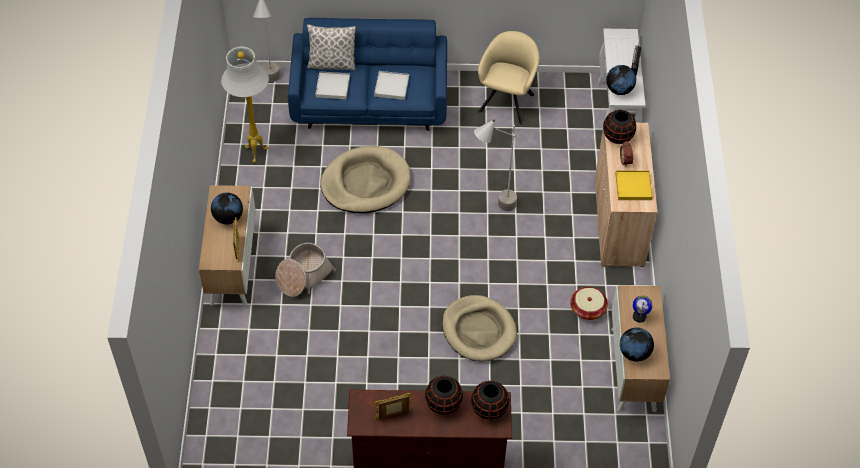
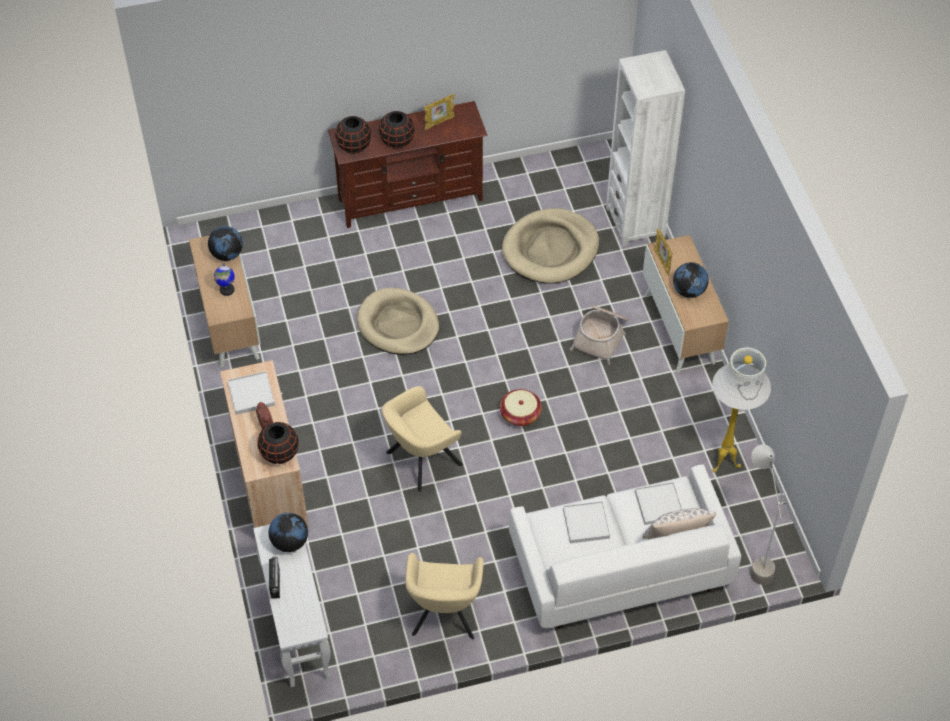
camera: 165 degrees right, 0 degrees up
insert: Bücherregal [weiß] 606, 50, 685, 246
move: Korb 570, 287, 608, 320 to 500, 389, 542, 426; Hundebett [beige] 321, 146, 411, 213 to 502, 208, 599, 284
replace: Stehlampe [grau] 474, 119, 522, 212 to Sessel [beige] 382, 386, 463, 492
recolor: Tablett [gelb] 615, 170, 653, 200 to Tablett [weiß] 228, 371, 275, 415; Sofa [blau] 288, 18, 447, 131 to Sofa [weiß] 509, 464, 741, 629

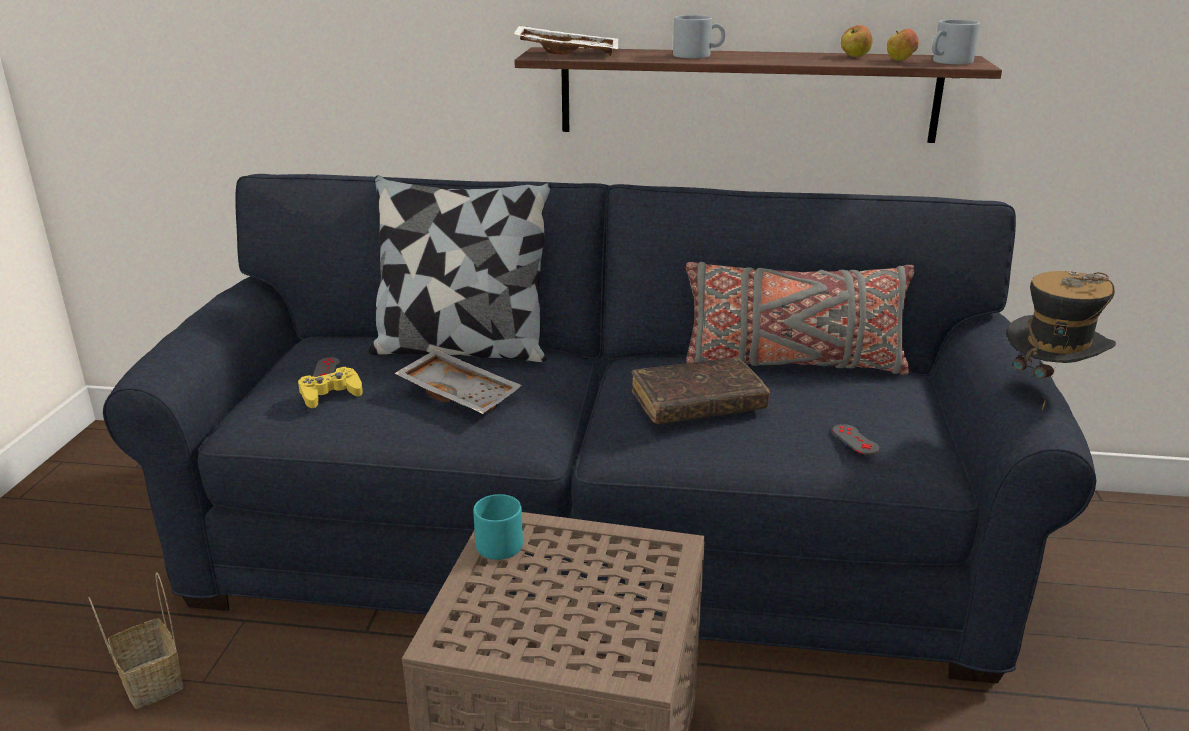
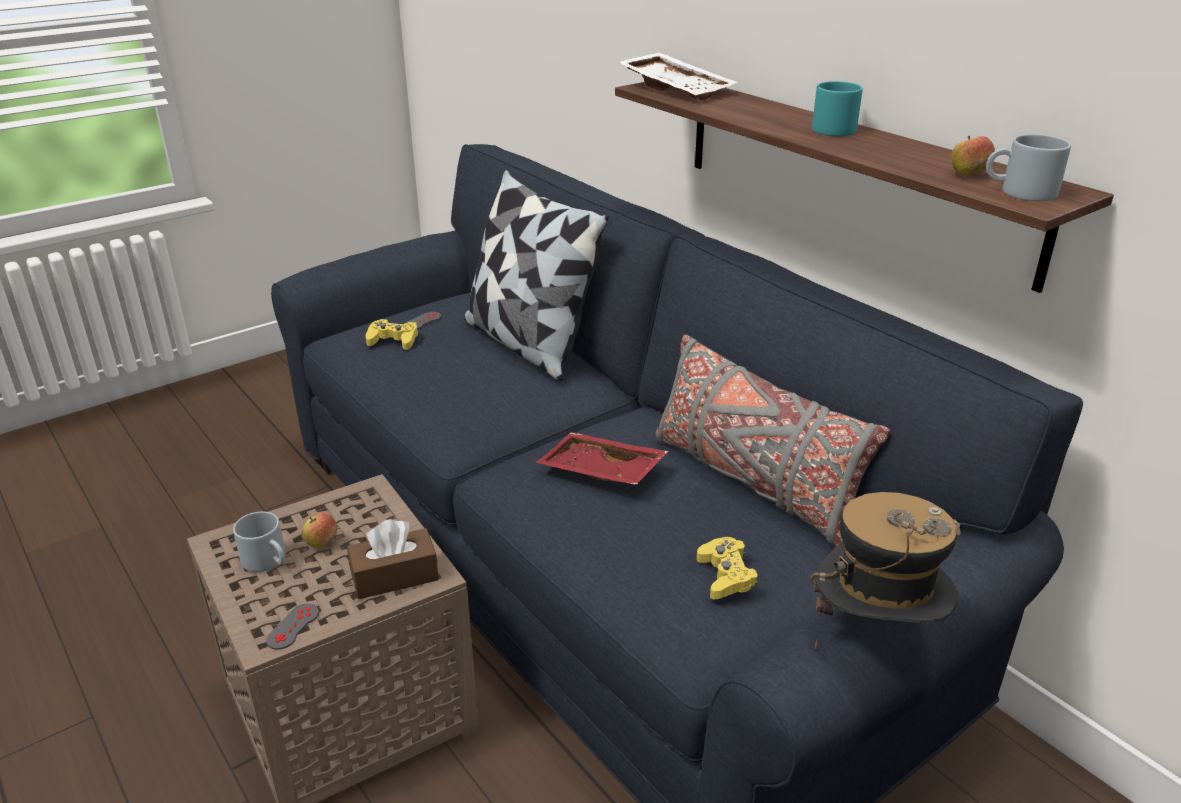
camera: 45 degrees right, 5 degrees up
delete: Korb 89, 572, 183, 709; Tablett [grau] 394, 349, 522, 414
insert: Taschentuchbox [braun] 347, 519, 439, 599; Gamepad [gelb] 697, 537, 758, 599
move: Henkelbecher [grau] 673, 15, 725, 58 to 233, 512, 286, 572; Gamepad [grau] 832, 424, 879, 455 to 266, 604, 319, 650; Apfel 841, 25, 873, 57 to 302, 512, 337, 548; Henkelbecher [türkis] 473, 494, 523, 560 to 812, 81, 863, 136
replace: Buch [braun] 631, 357, 770, 424 to Tablett [rot] 536, 433, 668, 485

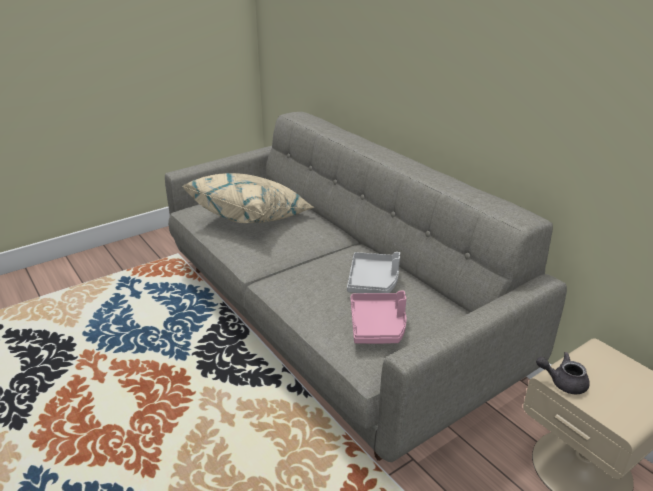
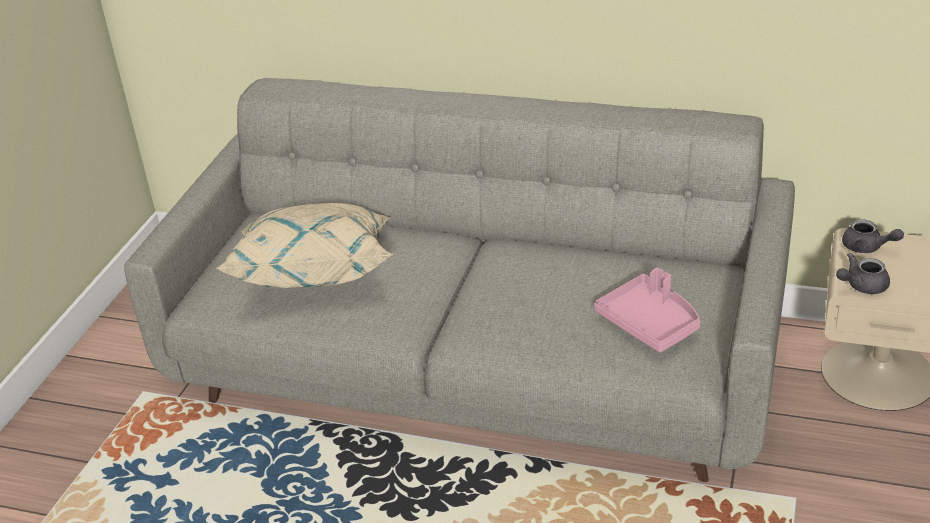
camera: 35 degrees left, 5 degrees up
delete: Tablett [grau] 347, 252, 400, 293
insert: Teekanne [grau] 842, 220, 904, 253

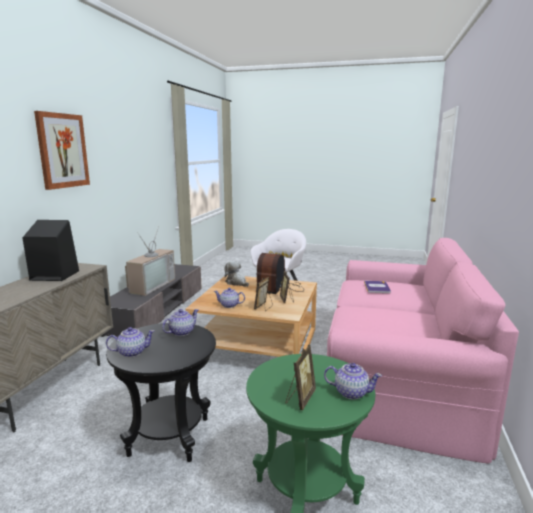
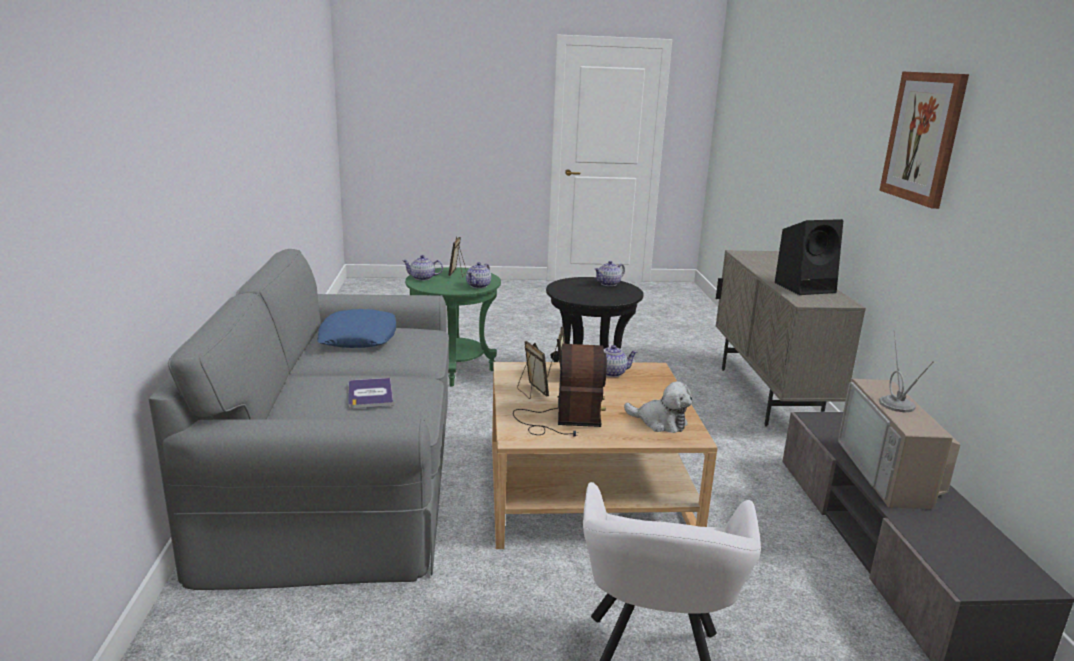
camera: 160 degrees right, 5 degrees up
insert: Kissen [blau] 317, 309, 396, 348
move: Teekanne 162, 309, 199, 336 to 466, 262, 491, 288
recolor: Sofa [rosa] 327, 238, 519, 464 to Sofa [grau] 149, 249, 449, 590

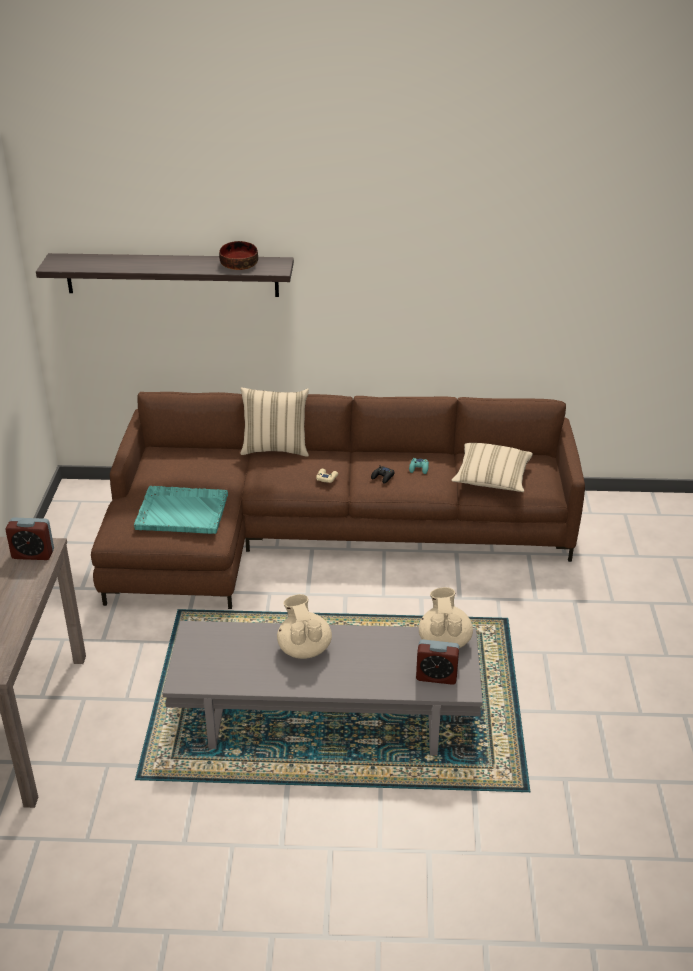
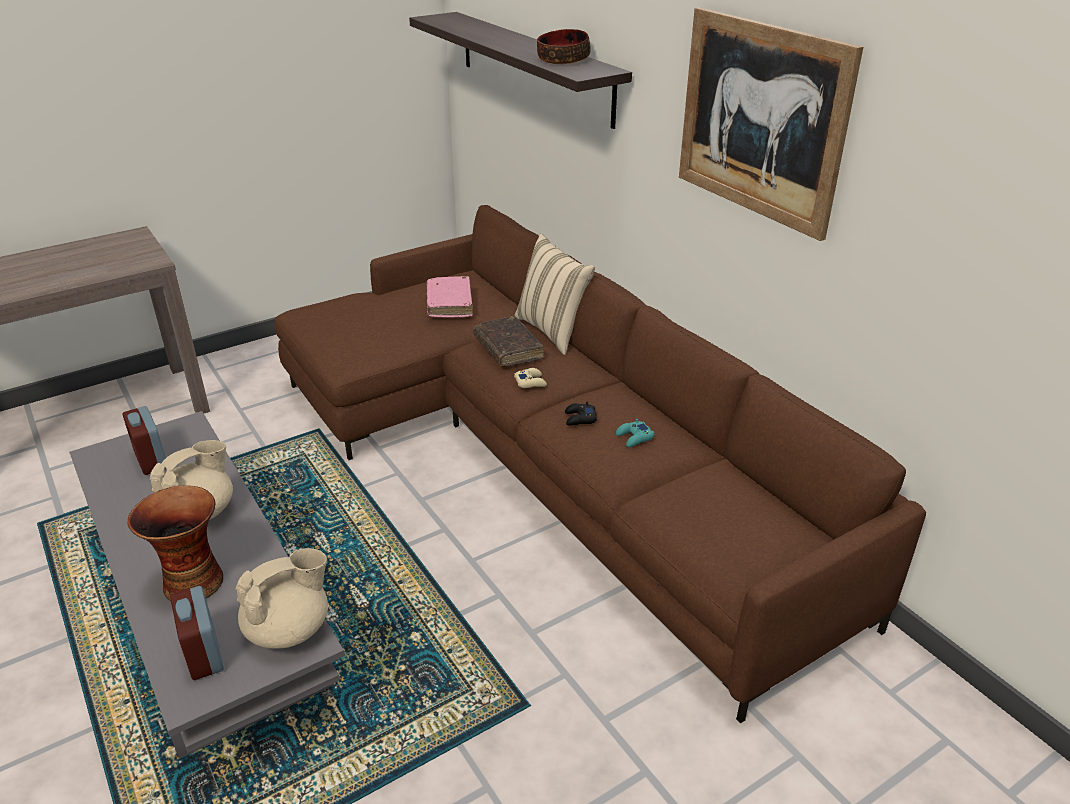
camera: 55 degrees right, 0 degrees up
delete: Tablett [türkis] 134, 486, 228, 534; Kissen [beige] 451, 443, 533, 492
insert: Vase 128, 485, 223, 601; Buch [rosa] 427, 276, 473, 317; Buch [braun] 473, 316, 544, 366; Bild 679, 7, 863, 241
move: Wecker 5, 517, 54, 560 to 122, 406, 167, 475

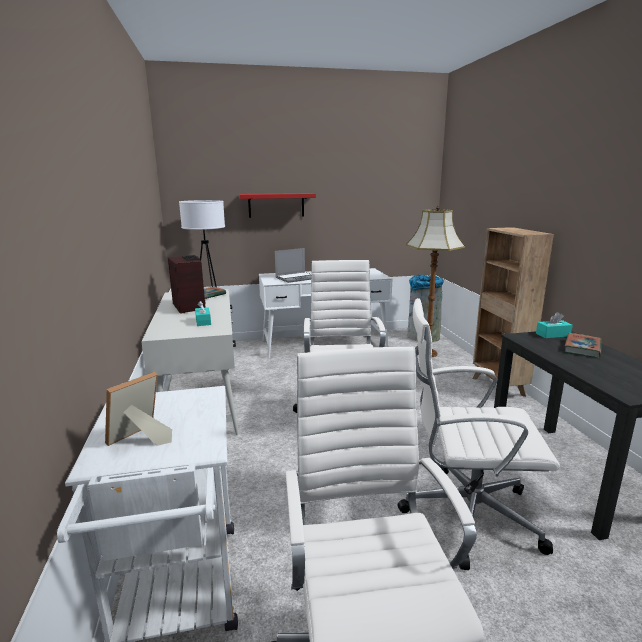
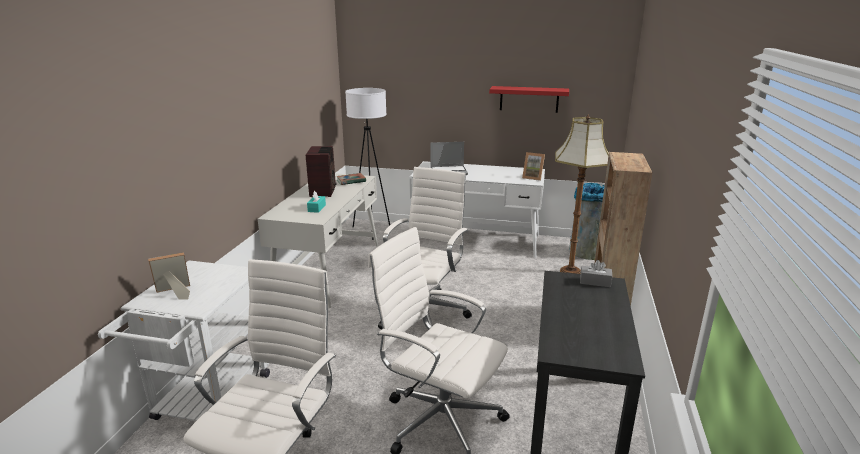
camera: 25 degrees right, 5 degrees up
delete: Buch 565, 333, 602, 357
insert: Bilderrahmen 522, 152, 545, 181
move: Wandregal [rot] 239, 193, 316, 218 to 489, 86, 569, 113
recolor: Taschentuchbox [türkis] 536, 312, 573, 338 to Taschentuchbox [grau] 580, 260, 612, 287

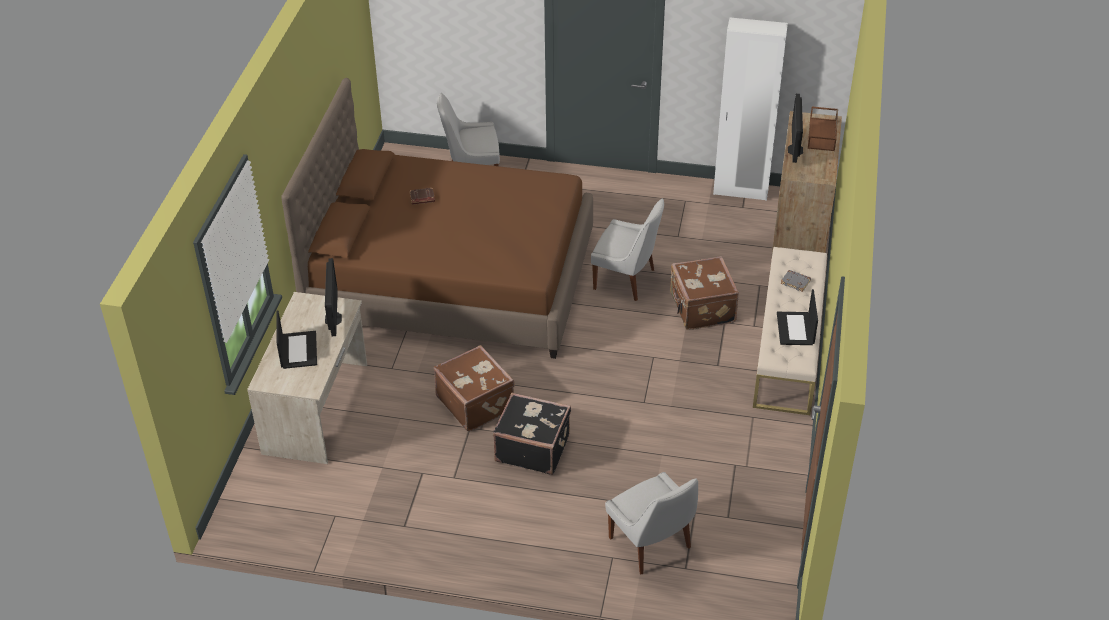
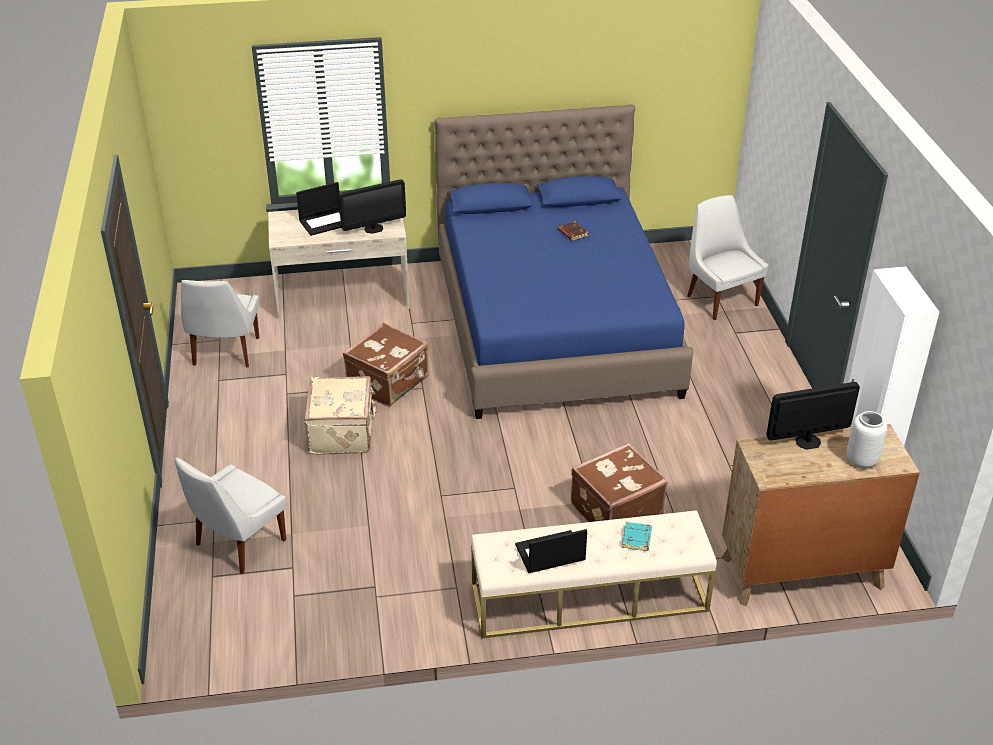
camera: 70 degrees right, 5 degrees down
move: Stuhl [weiß] 591, 198, 664, 301 to 181, 280, 259, 367
replace: Tablett [braun] 808, 107, 838, 151 to Vase [grau] 847, 411, 887, 468
recolor: Koffer [schwarz] 493, 392, 571, 475 to Koffer [beige] 304, 376, 378, 454; Bett [braun] 281, 78, 593, 359 to Bett [blau] 435, 104, 694, 419; Buch [grau] 780, 270, 811, 292 to Buch [türkis] 622, 522, 652, 551

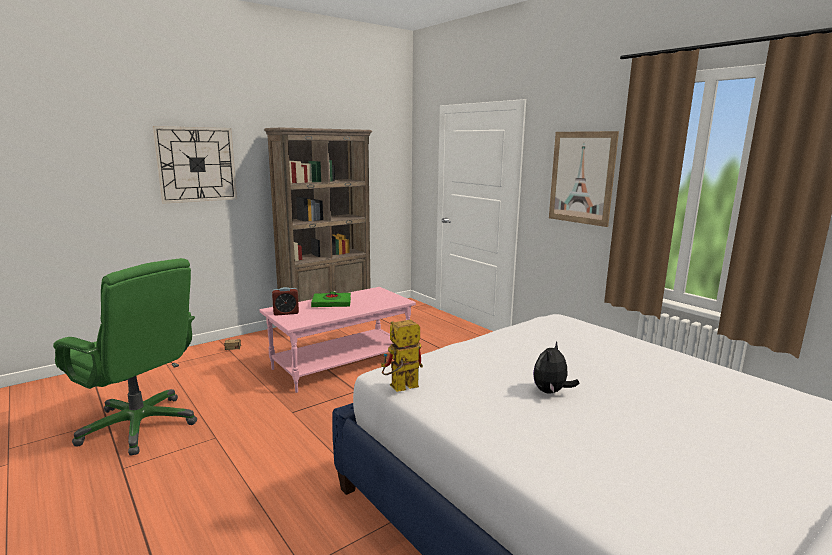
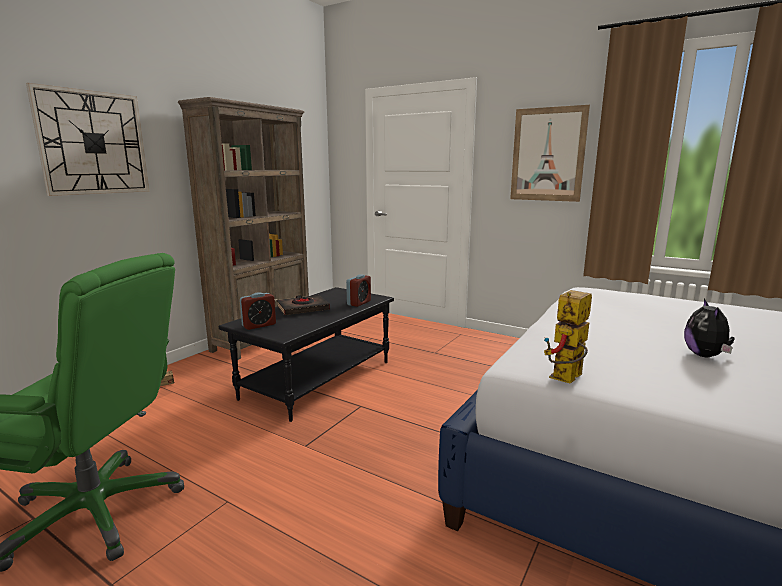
camera: 20 degrees left, 0 degrees up
insert: Wecker 346, 274, 371, 307
recolor: Couchtisch [rosa] 260, 287, 416, 393 to Couchtisch [schwarz] 219, 287, 394, 422; Buch [grün] 311, 292, 351, 307 to Buch [schwarz] 277, 295, 330, 315

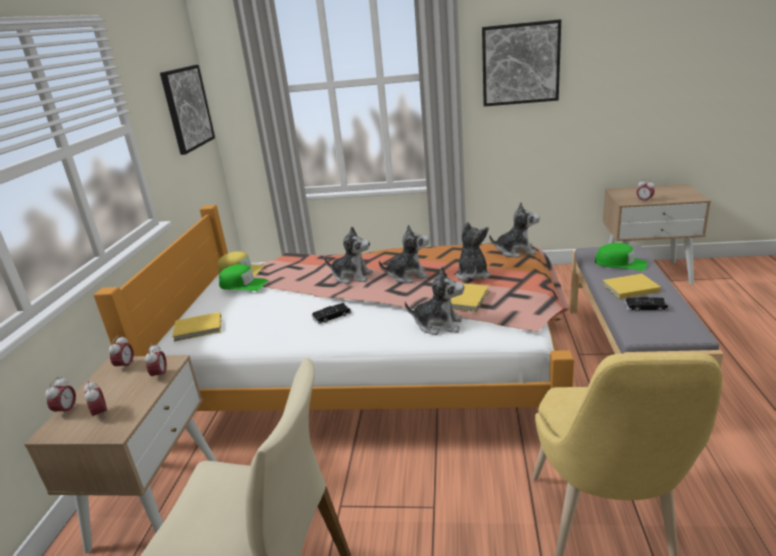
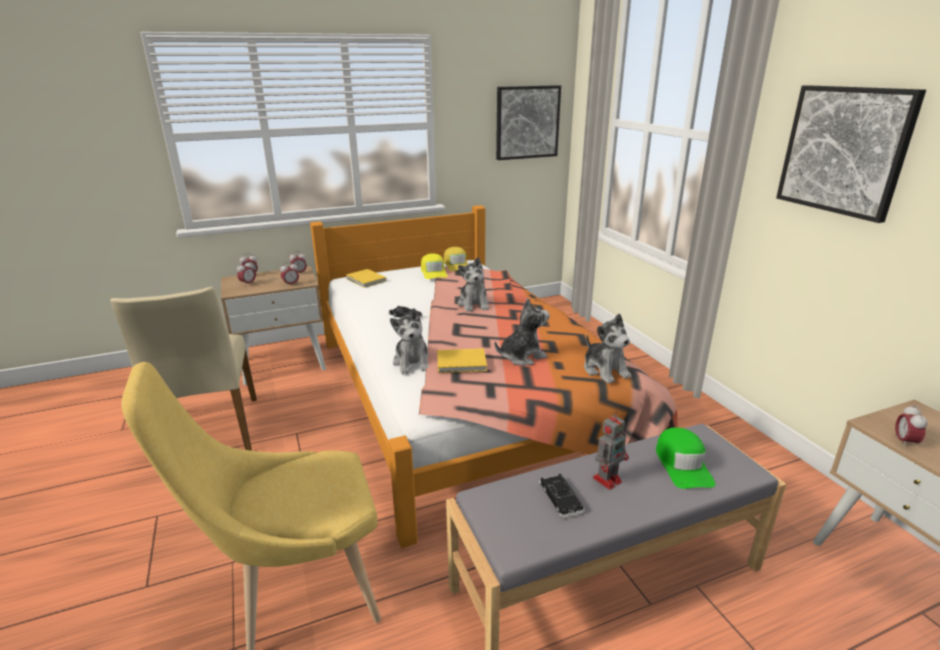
camera: 60 degrees right, 0 degrees up
delete: Plüschtier 379, 224, 429, 283
replace: Buch [gelb] 602, 274, 661, 299 to Spielzeugroboter 593, 411, 629, 490
recolor: Kappe [grün] 219, 264, 268, 291 to Kappe [gelb] 421, 254, 448, 279

